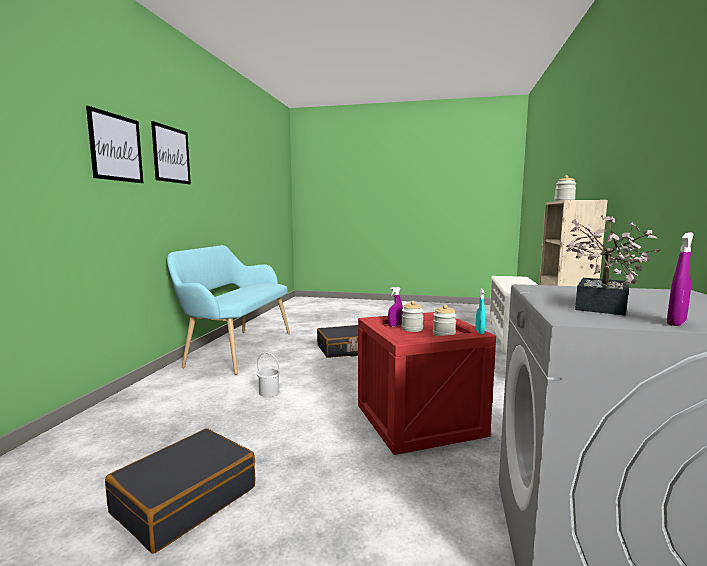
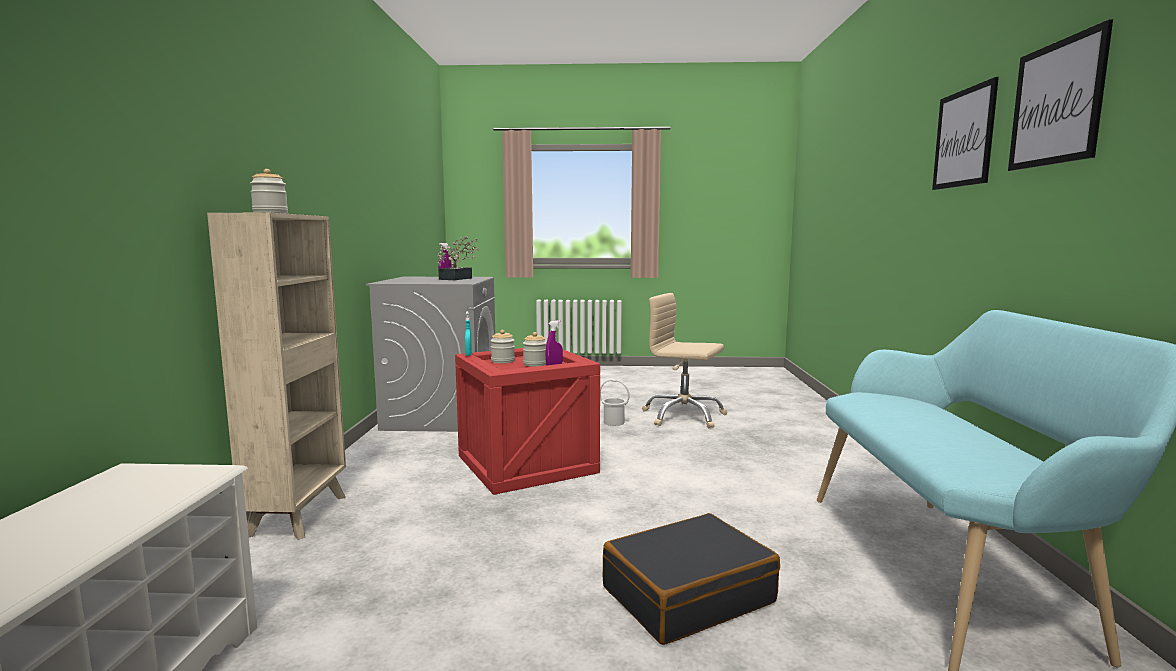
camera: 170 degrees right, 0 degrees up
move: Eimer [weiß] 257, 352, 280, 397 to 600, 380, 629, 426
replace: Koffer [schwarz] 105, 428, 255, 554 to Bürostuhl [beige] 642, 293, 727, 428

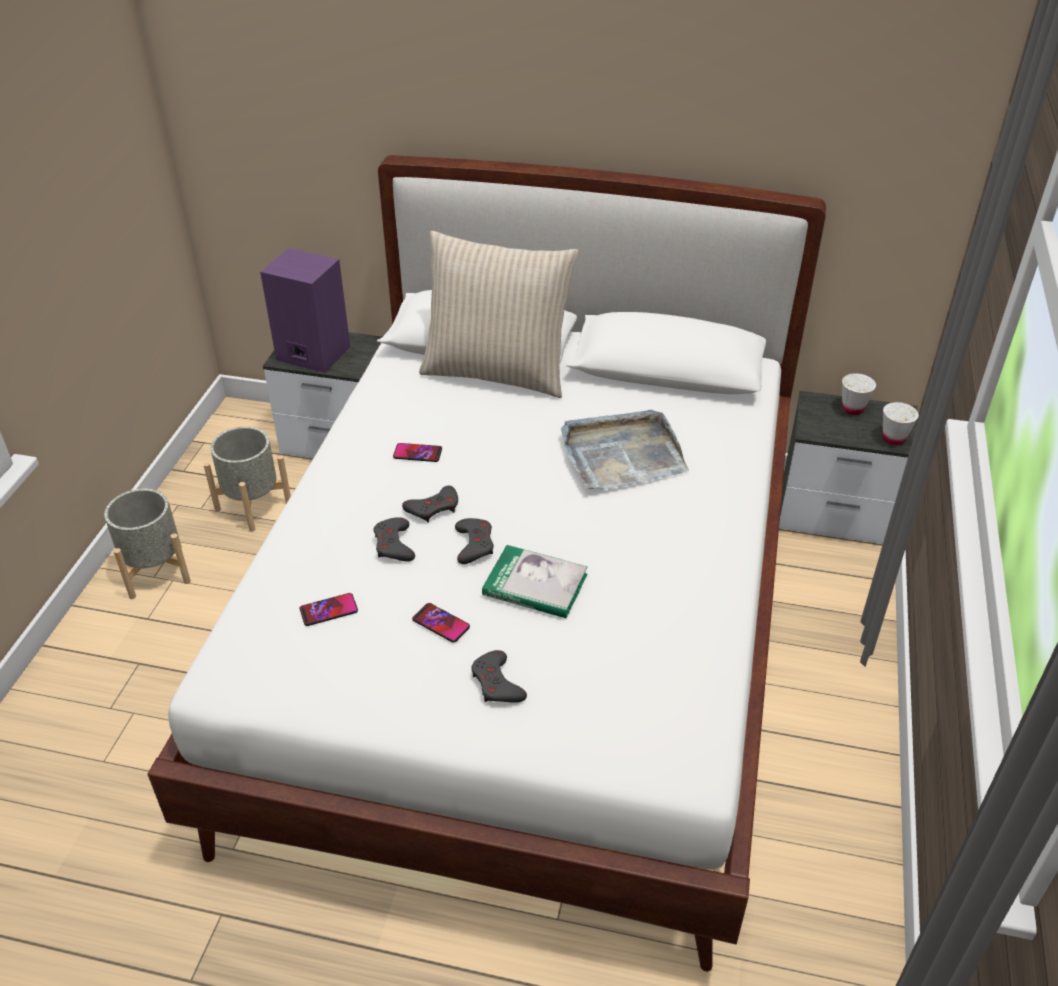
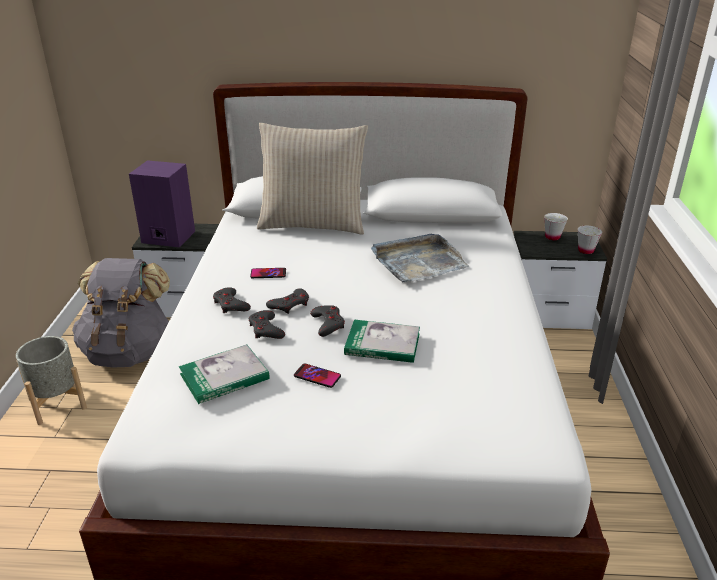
camera: 10 degrees left, 10 degrees down
move: Gamepad [grau] 471, 650, 527, 703 to 213, 287, 251, 313
replace: Pflanzkübel [grau] 203, 426, 291, 532 to Rucksack [grau] 72, 258, 170, 368; Handy 300, 593, 358, 626 to Buch 179, 344, 270, 404

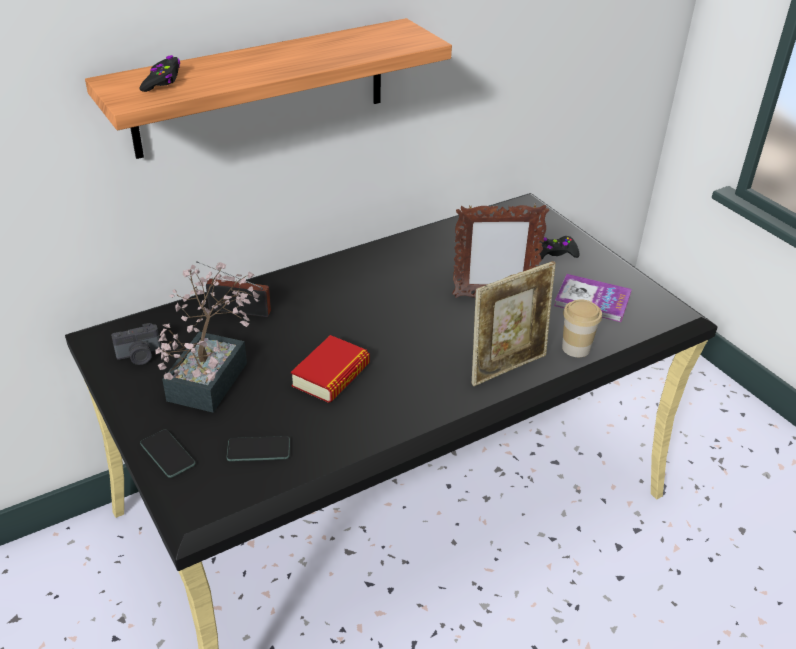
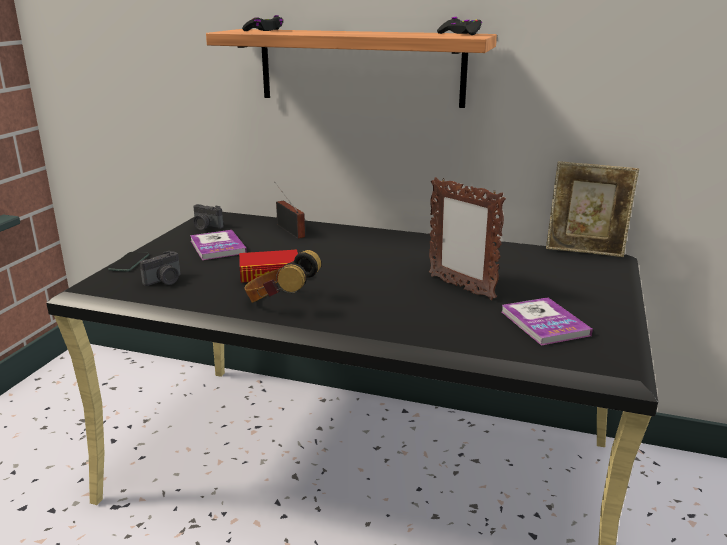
camera: 50 degrees right, 15 degrees down
delete: Tasse 562, 300, 602, 357
insert: Kopfhörer 244, 250, 321, 303
move: Gamepad [schwarz] 535, 236, 580, 259 to 437, 17, 482, 35; Bilderrahmen 472, 261, 556, 386 to 546, 161, 639, 257
replace: Handy 226, 436, 290, 461 to Kamera 139, 251, 180, 286; Topfpflanze 155, 262, 260, 413 to Buch 190, 230, 247, 260

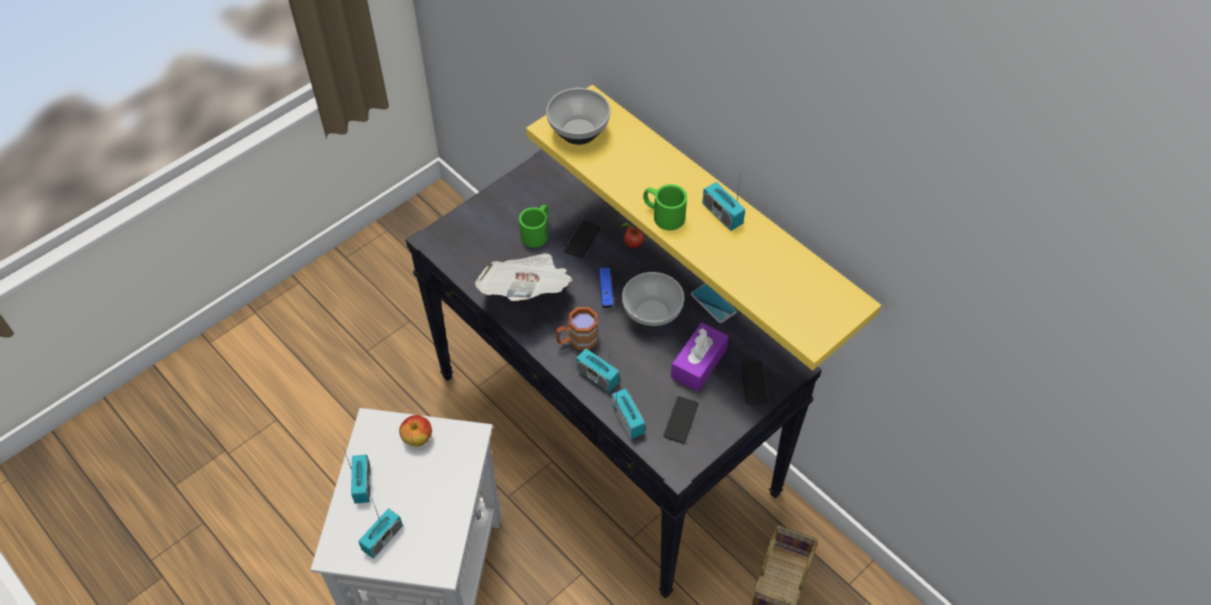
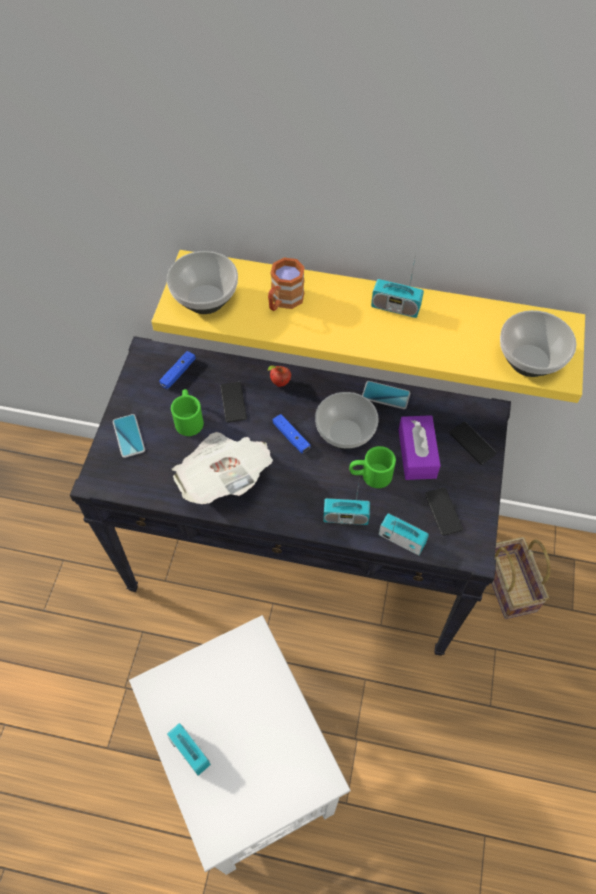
camera: 35 degrees left, 5 degrees up
delete: Radio 358, 499, 403, 558; Apfel 399, 415, 432, 447
insert: Handy 113, 414, 145, 458; Gamepad [blau] 159, 351, 196, 389; Schüssel 500, 310, 577, 377
move: Henkelbecher [braun] 555, 307, 598, 350 to 268, 258, 305, 311; Henkelbecher [grün] 643, 184, 687, 230 to 349, 446, 396, 488

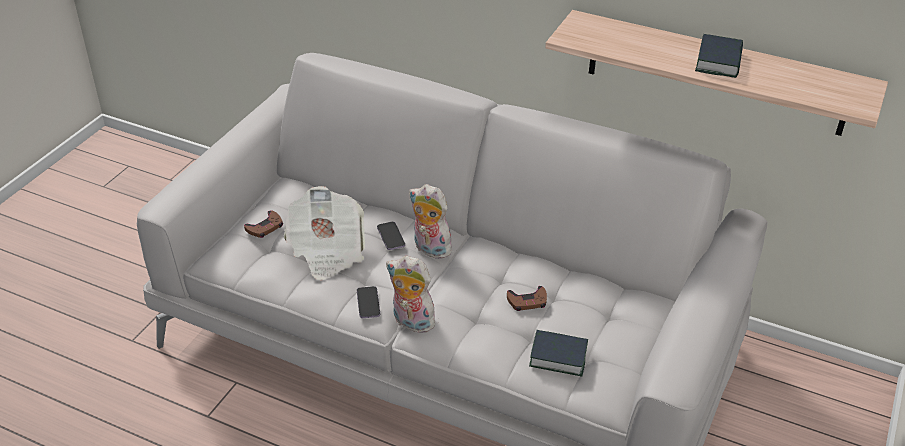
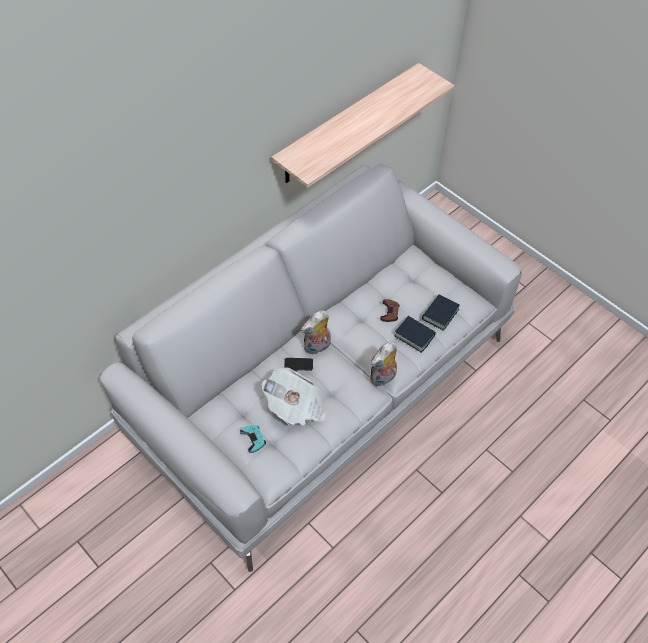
camera: 70 degrees left, 15 degrees up
delete: Handy 357, 286, 380, 318
move: Buch 695, 34, 743, 78 to 394, 316, 436, 353
recolor: Gamepad [braun] 244, 210, 283, 238 to Gamepad [türkis] 240, 425, 266, 453

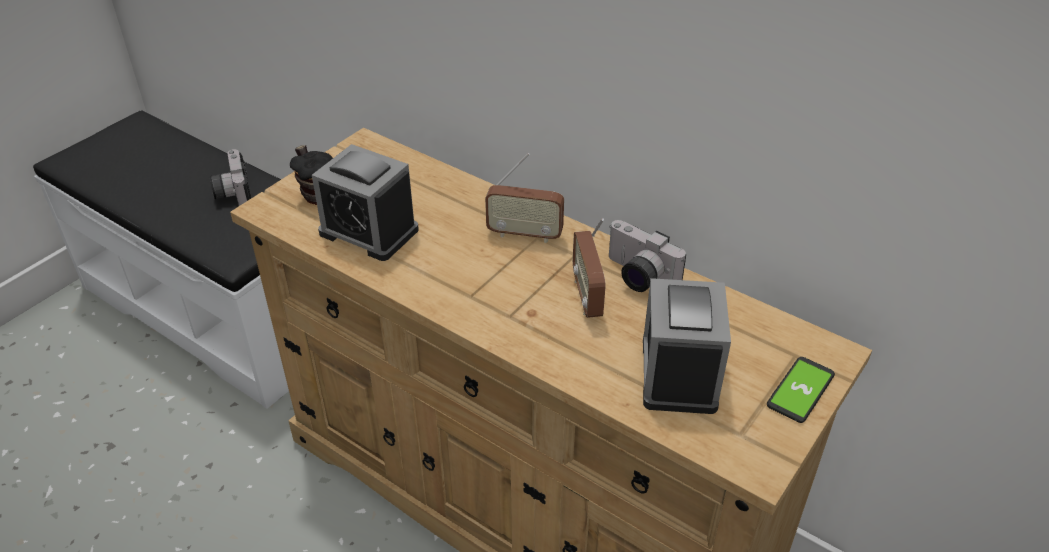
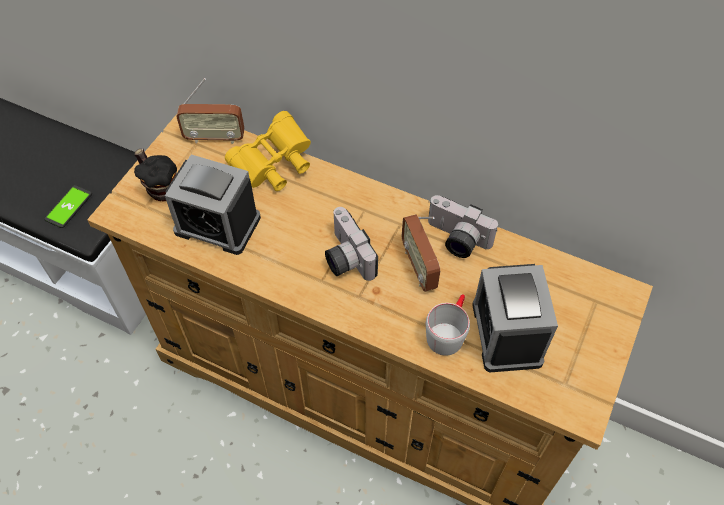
camera: 10 degrees left, 15 degrees up
insert: Fernglas [gelb] 225, 111, 311, 191; Henkelbecher [grau] 426, 294, 470, 356
move: Handy 767, 357, 835, 423 to 44, 185, 92, 228; Radio 485, 153, 564, 243 to 176, 78, 244, 144; Kamera 209, 149, 251, 206 to 325, 207, 378, 281

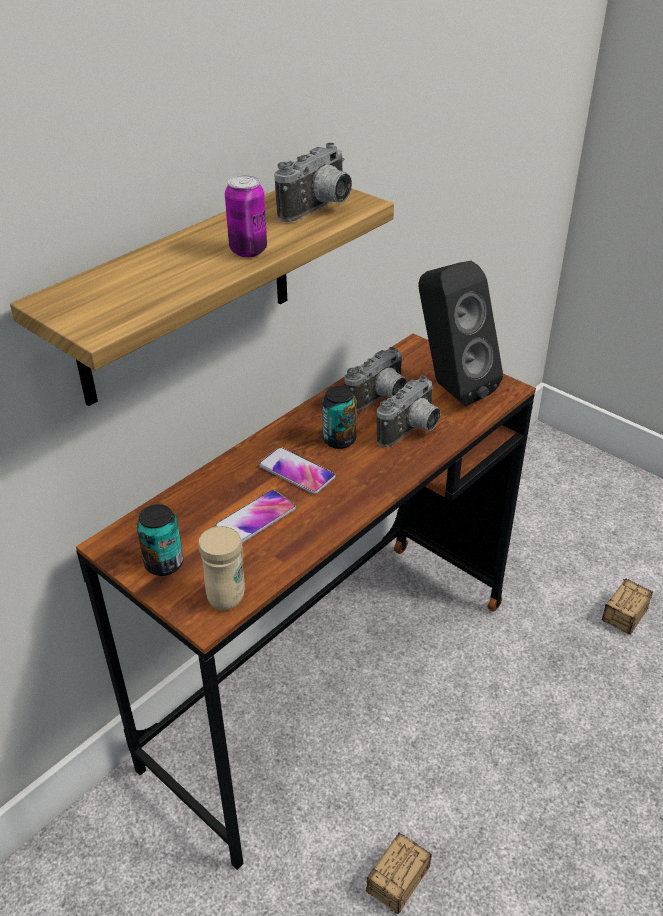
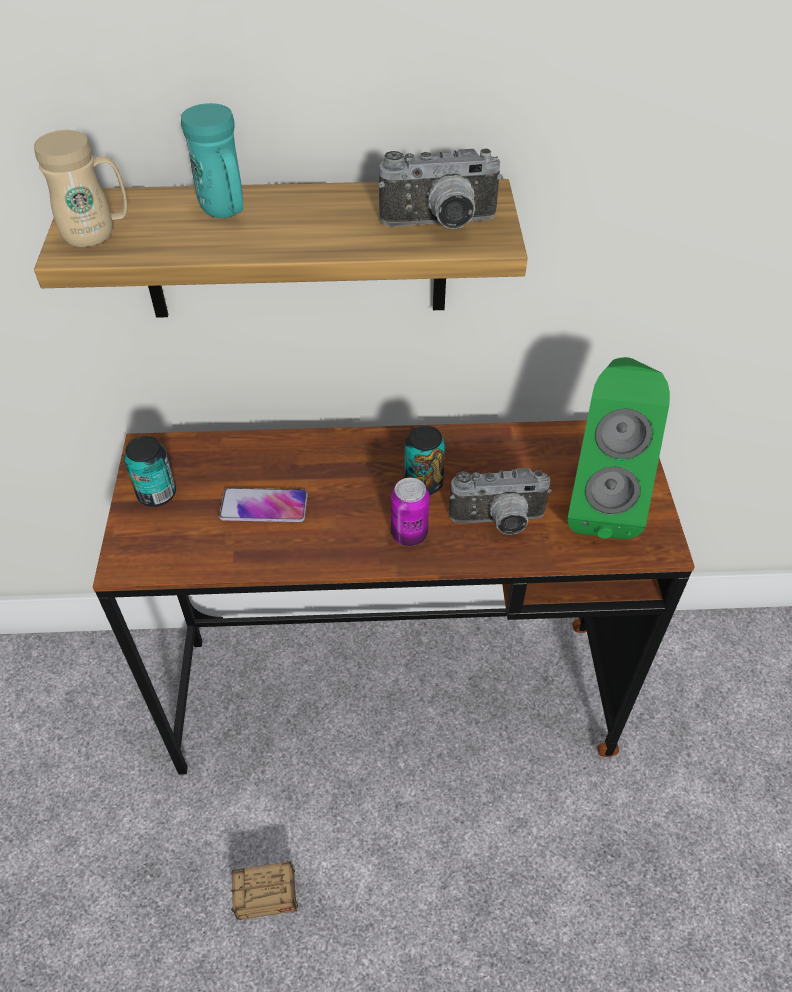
camera: 45 degrees right, 10 degrees up
delete: Handy 259, 447, 336, 494; Kamera 344, 347, 407, 412; Aufbewahrungsbox 602, 579, 653, 634
insert: Henkelbecher [türkis] 181, 103, 243, 218
move: Henkelbecher [beige] 198, 526, 245, 611 to 34, 130, 127, 247; Dose 225, 175, 267, 257 to 391, 478, 430, 546
recolor: Lautsprecher [schwarz] 418, 261, 503, 406 to Lautsprecher [grün] 568, 357, 670, 539

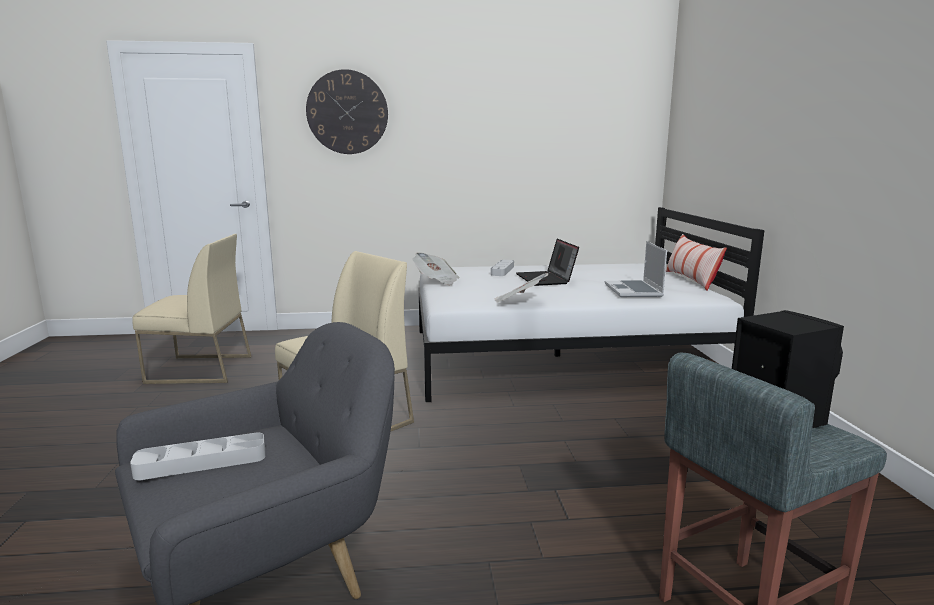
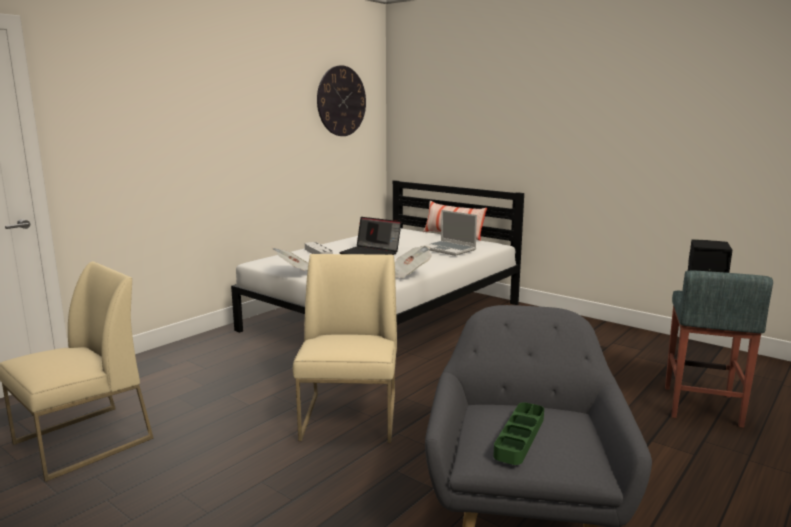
camera: 45 degrees left, 0 degrees up
move: Wanduhr 306, 69, 388, 154 to 317, 65, 366, 136
recolor: Tablett [grau] 130, 433, 265, 480 to Tablett [grün] 493, 402, 544, 465

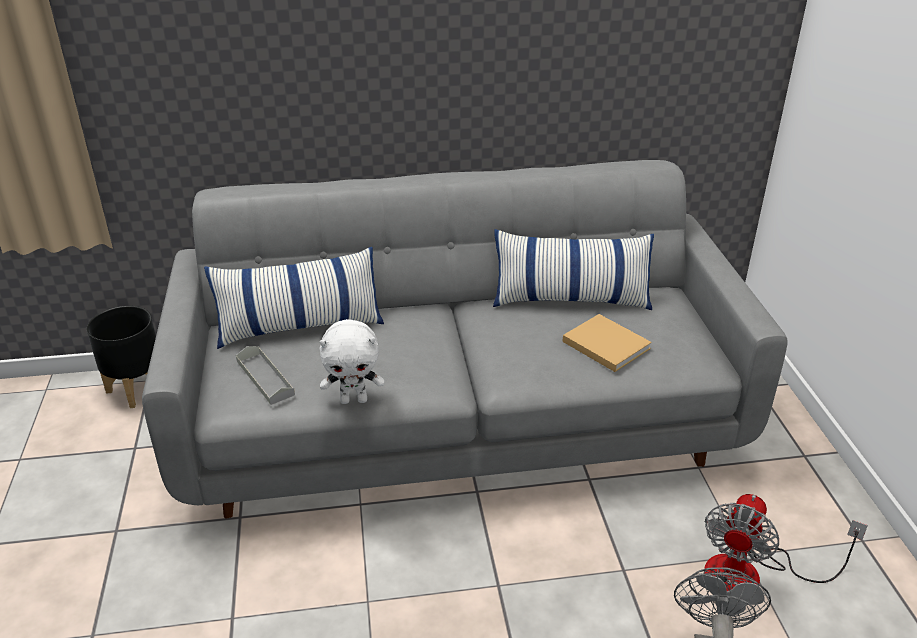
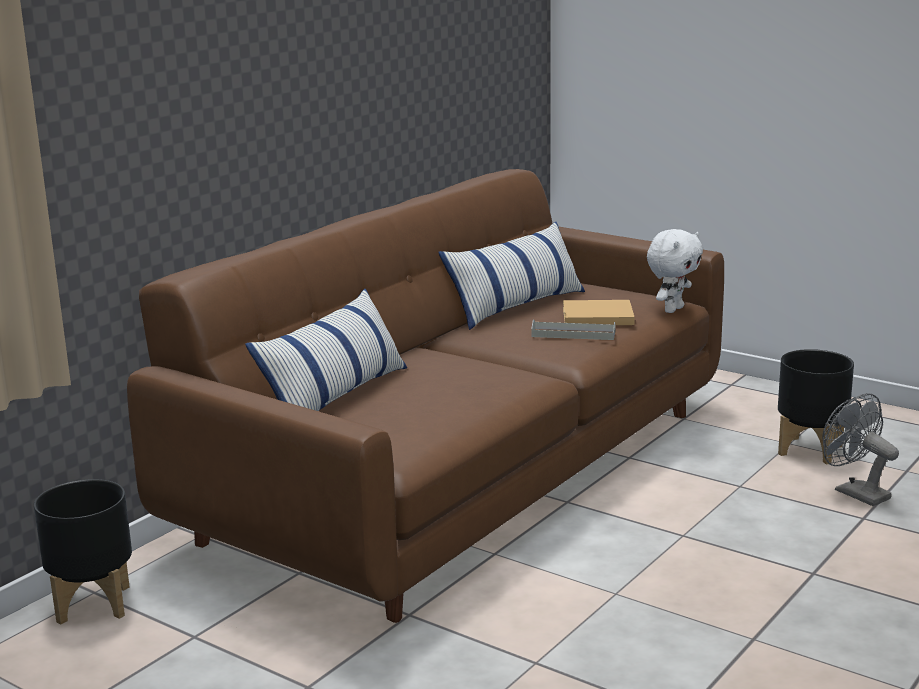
camera: 45 degrees left, 15 degrees down
move: Tablett [grau] 236, 346, 295, 405 to 531, 319, 616, 340; Plüschtier [weiß] 320, 319, 384, 404 to 647, 229, 703, 313
replace: Ventilator 704, 494, 868, 591 to Pflanzkübel [schwarz] 778, 349, 854, 465
recolor: Sofa [grau] 142, 160, 788, 519 to Sofa [braun] 127, 169, 724, 623

